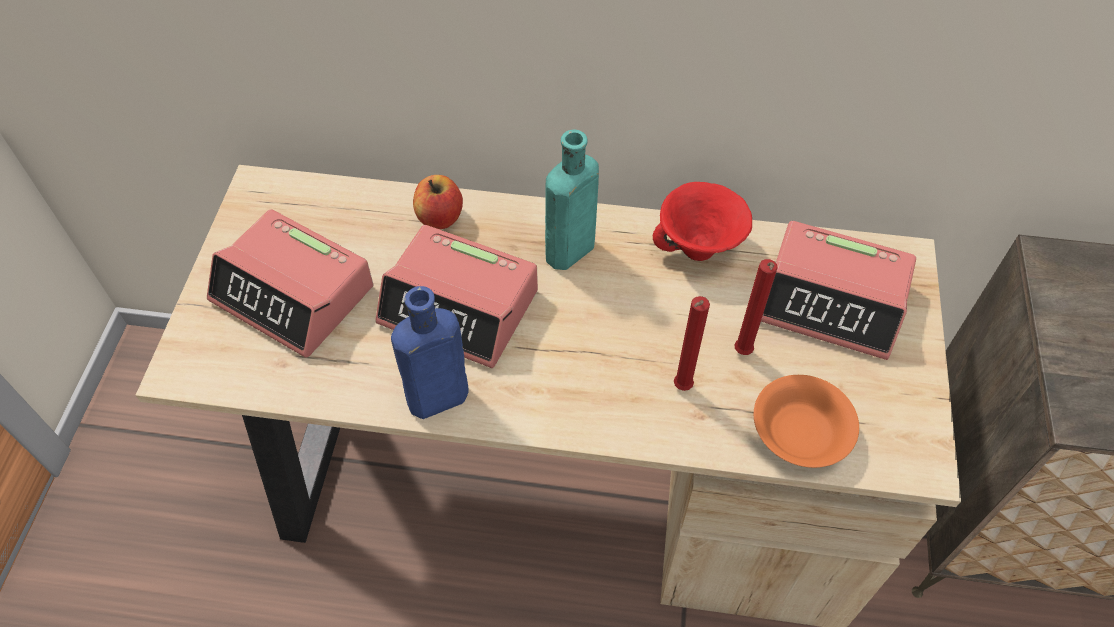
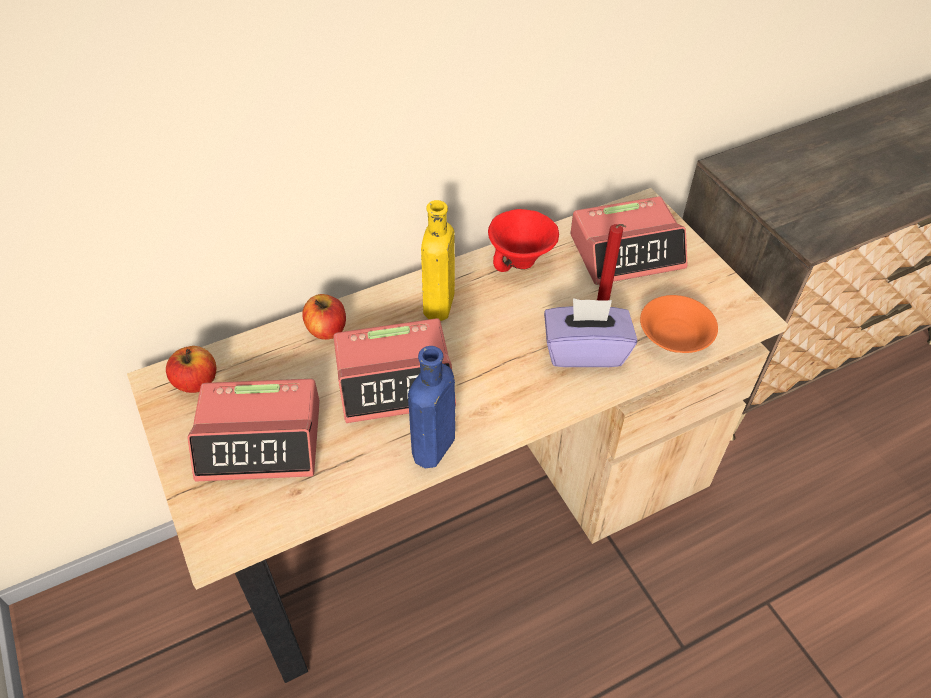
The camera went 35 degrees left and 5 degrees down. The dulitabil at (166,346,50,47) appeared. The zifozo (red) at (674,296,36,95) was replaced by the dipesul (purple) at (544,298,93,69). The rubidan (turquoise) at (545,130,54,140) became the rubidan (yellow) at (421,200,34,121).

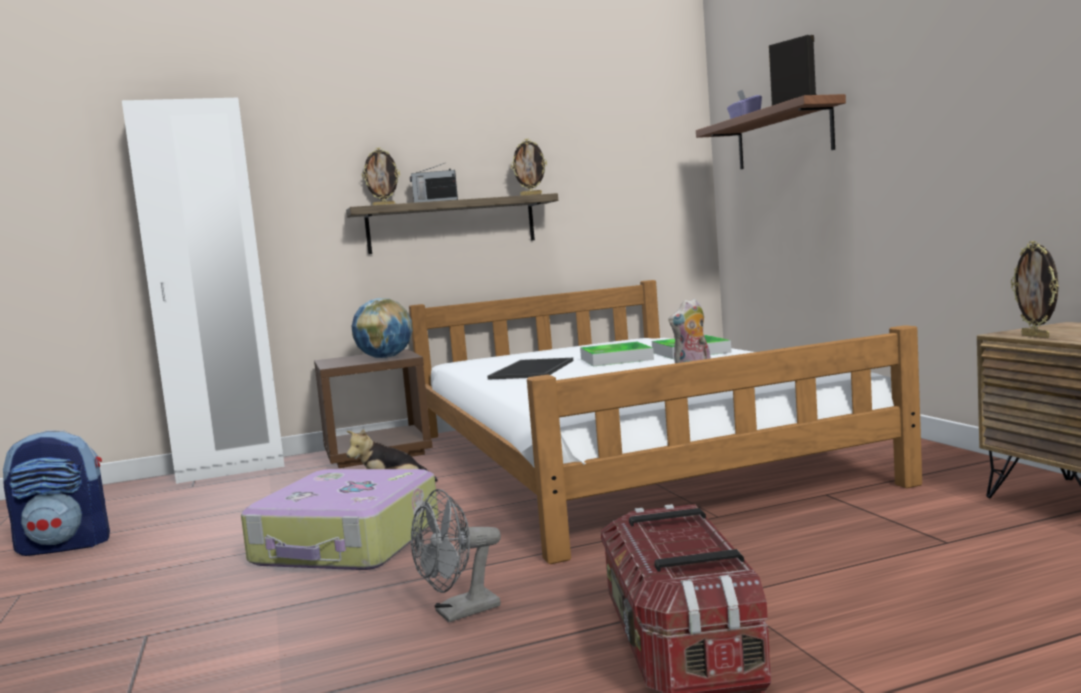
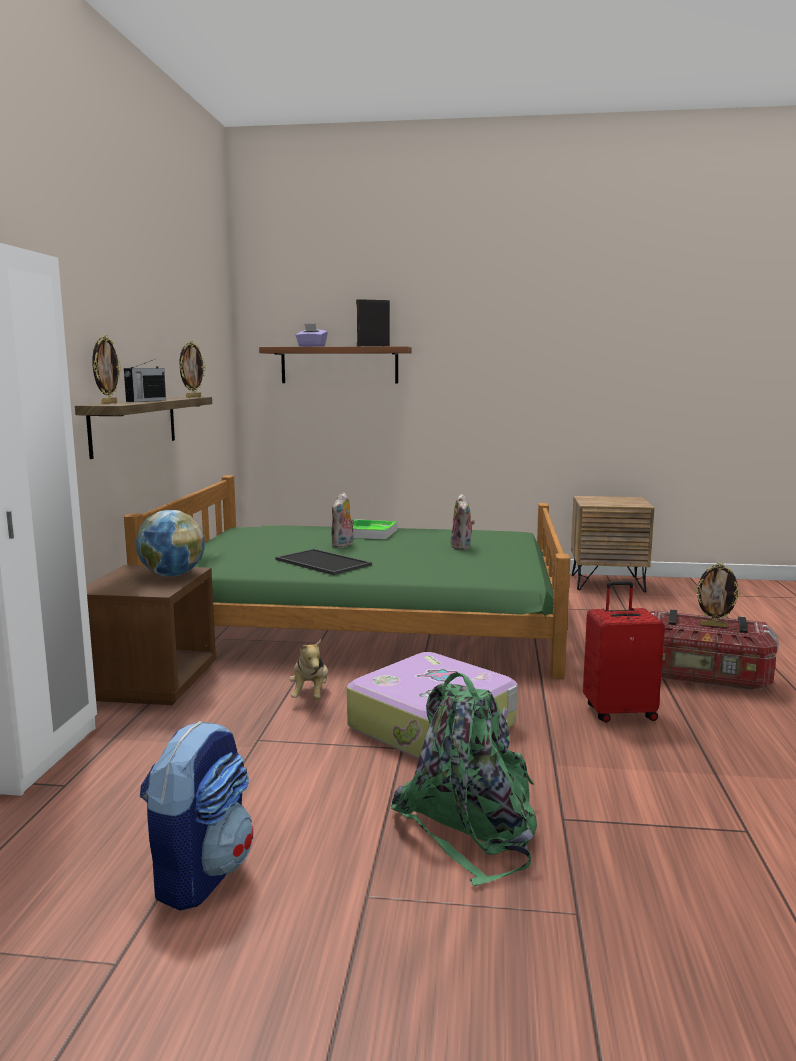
The camera went 65 degrees left and 5 degrees up. The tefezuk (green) at (391,672,146,214) appeared. The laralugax moved from (1011,241,48,97) to (695,563,46,64). The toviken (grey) at (411,489,90,133) was replaced by the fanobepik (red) at (583,581,82,142). The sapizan at (580,341,74,25) was replaced by the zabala at (331,493,23,55). The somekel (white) at (409,280,513,284) became the somekel (green) at (124,475,446,204).

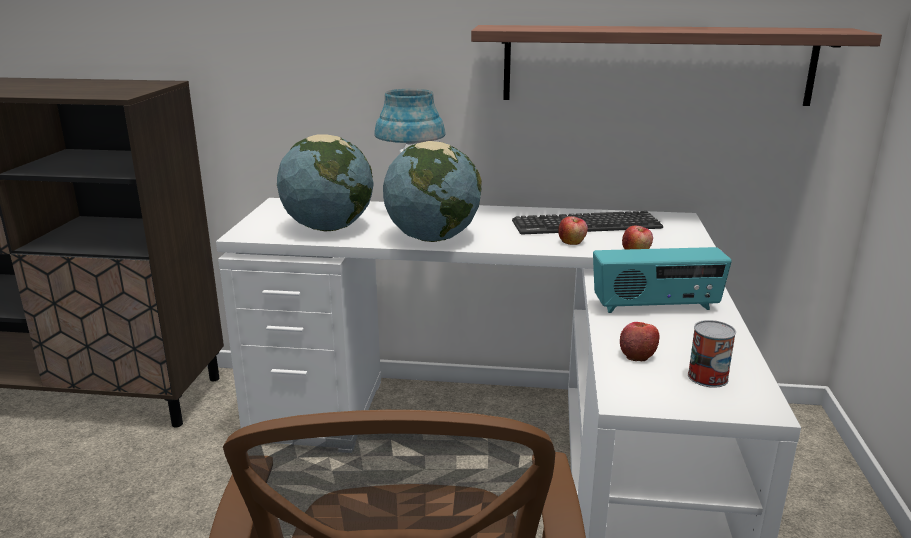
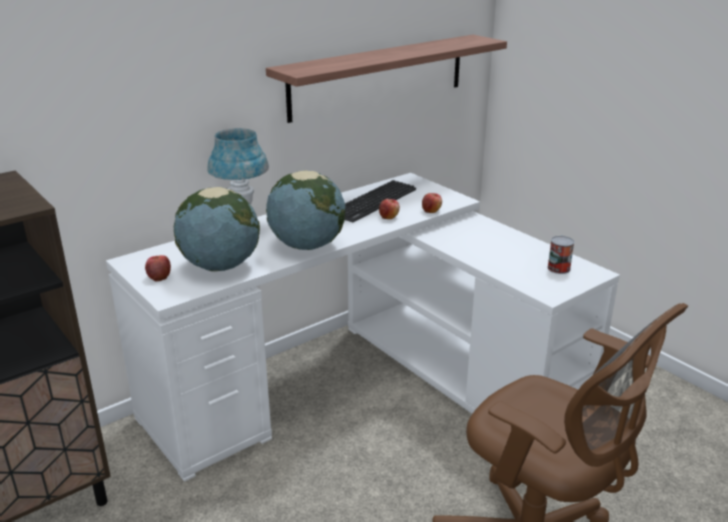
The camera went 45 degrees left and 5 degrees up. The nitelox at (593,247,139,66) disappeared. The dulitabil moved from (620,322,39,39) to (145,255,26,27).

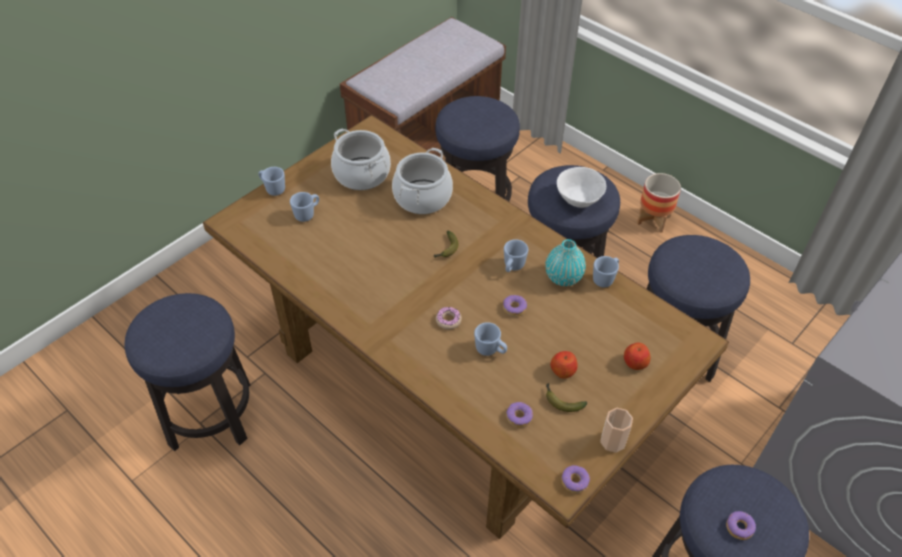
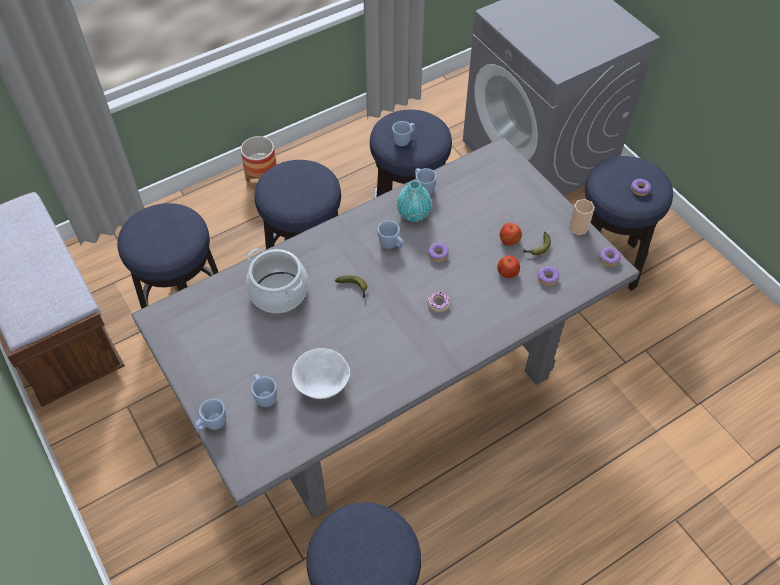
The camera went 75 degrees left and 5 degrees up. The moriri at (331,128,60,62) disappeared. The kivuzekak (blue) moved from (474,322,33,34) to (392,121,23,25). The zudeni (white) moved from (557,167,49,41) to (292,348,58,51). The dulitabil moved from (624,343,26,27) to (497,255,23,23). The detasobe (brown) at (203,115,526,424) became the detasobe (grey) at (132,137,508,381).

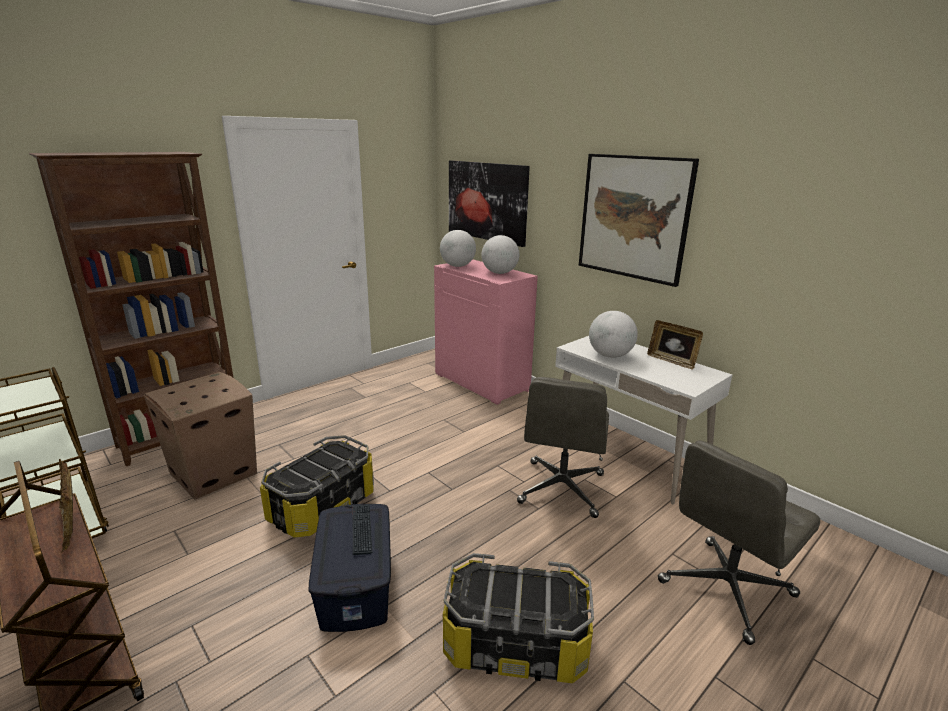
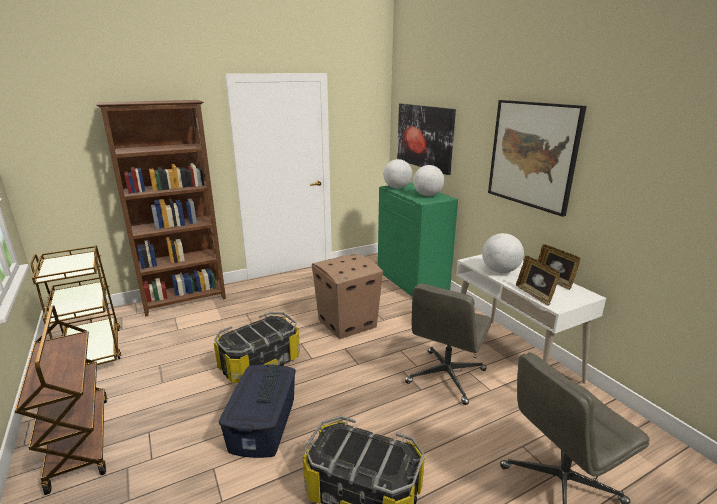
The camera went 15 degrees right and 0 degrees up. The laralugax moved from (59,459,14,93) to (516,256,44,50). The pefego moved from (144,372,113,128) to (312,253,71,86). The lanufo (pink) at (434,259,104,146) became the lanufo (green) at (378,182,80,114).

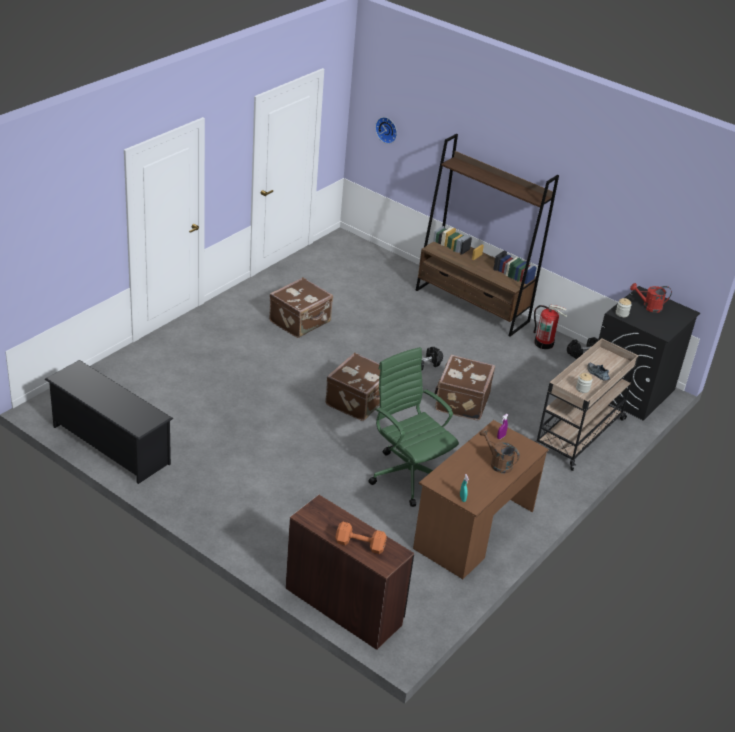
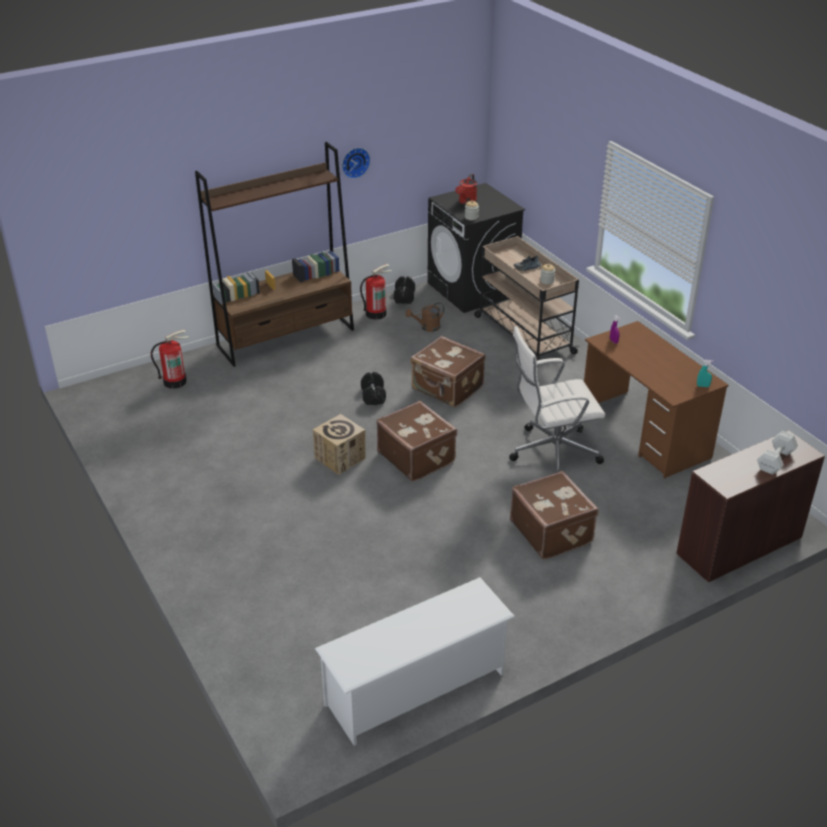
The camera went 65 degrees left and 0 degrees up. The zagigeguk at (151,330,38,59) appeared. The pefego at (313,414,53,61) appeared. The fanobepik (brown) moved from (269,277,64,61) to (510,471,89,89). The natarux moved from (375,117,22,27) to (342,148,29,31). The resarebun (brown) moved from (479,429,41,44) to (405,302,39,30). The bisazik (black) at (44,360,129,124) became the bisazik (white) at (315,577,200,169). The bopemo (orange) at (335,522,52,32) became the bopemo (white) at (757,431,41,44). The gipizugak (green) at (368,347,91,160) became the gipizugak (white) at (509,326,96,147).

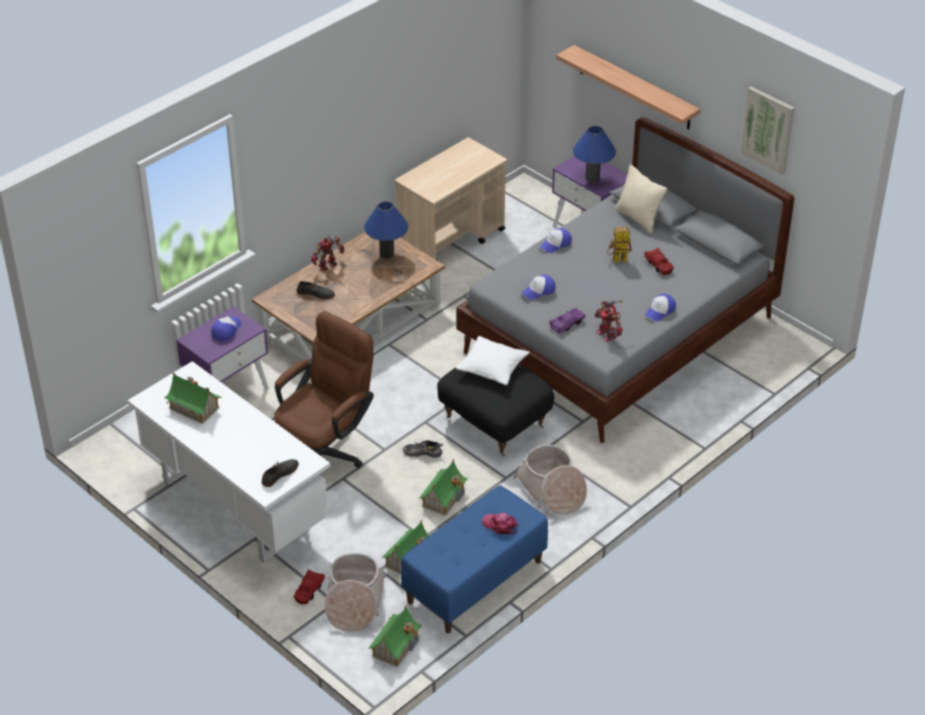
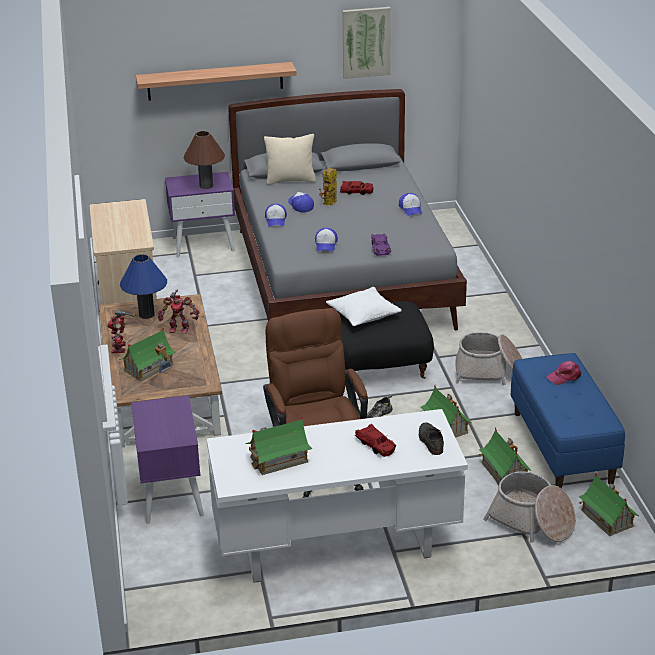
The camera went 55 degrees left and 10 degrees down. The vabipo moved from (211,316,31,25) to (288,192,26,20). The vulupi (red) moved from (294,570,31,34) to (355,424,41,33). The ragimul moved from (595,300,28,42) to (158,289,42,44). The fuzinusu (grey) at (297,281,38,18) was replaced by the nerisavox at (119,327,57,54). The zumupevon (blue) at (573,126,43,57) became the zumupevon (brown) at (184,131,41,58).

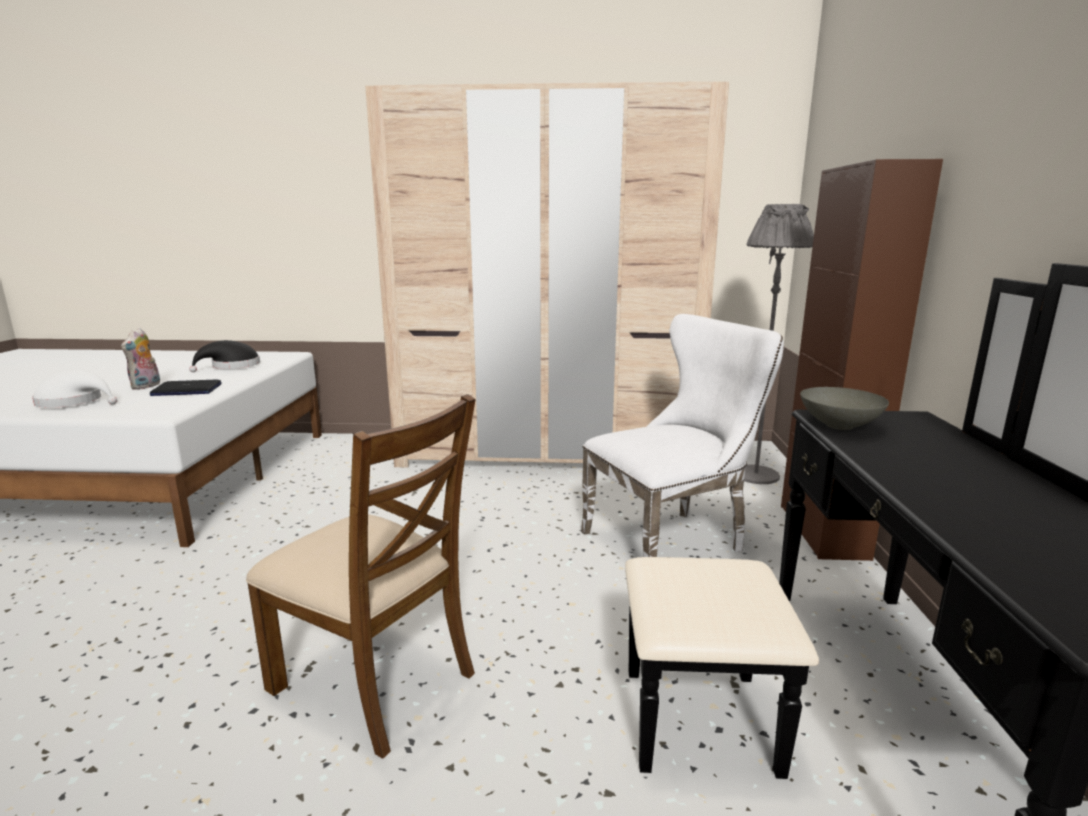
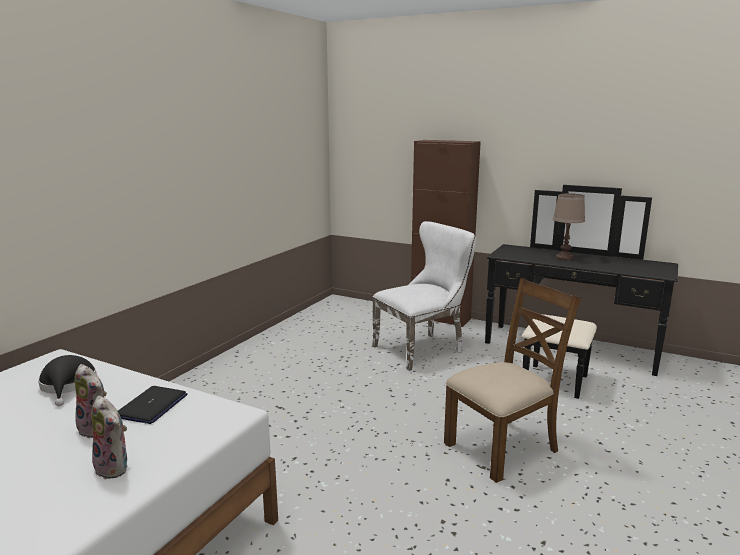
The camera went 65 degrees left and 0 degrees up. The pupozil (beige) at (365,82,364,386) disappeared. The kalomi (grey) at (744,204,70,280) disappeared. The zudeni (grey) at (800,387,89,43) disappeared. The zumupevon (brown) at (553,193,32,67) appeared. The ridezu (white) at (32,370,85,38) was replaced by the zabala at (91,396,36,83). The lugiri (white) at (581,314,203,243) turned 60 degrees clockwise.

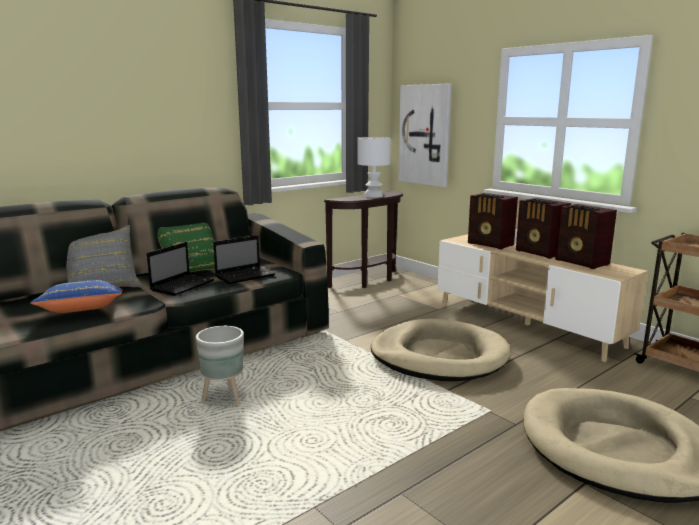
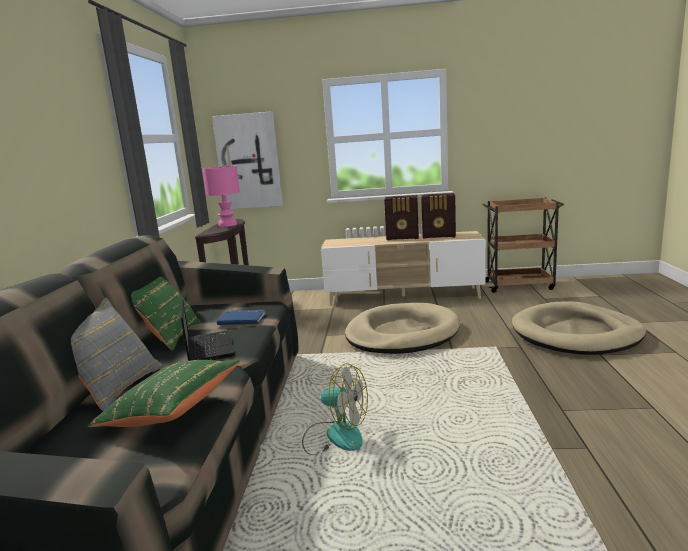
The camera went 45 degrees left and 0 degrees up. The nitelox at (468,193,50,57) disappeared. The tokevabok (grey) at (196,326,48,79) was replaced by the toviken at (302,363,66,92). The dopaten at (213,235,62,49) was replaced by the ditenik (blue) at (217,310,49,15). The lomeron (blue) at (30,280,93,33) became the lomeron (green) at (88,360,152,67). The zumupevon (white) at (357,137,34,61) became the zumupevon (pink) at (203,166,37,61).

